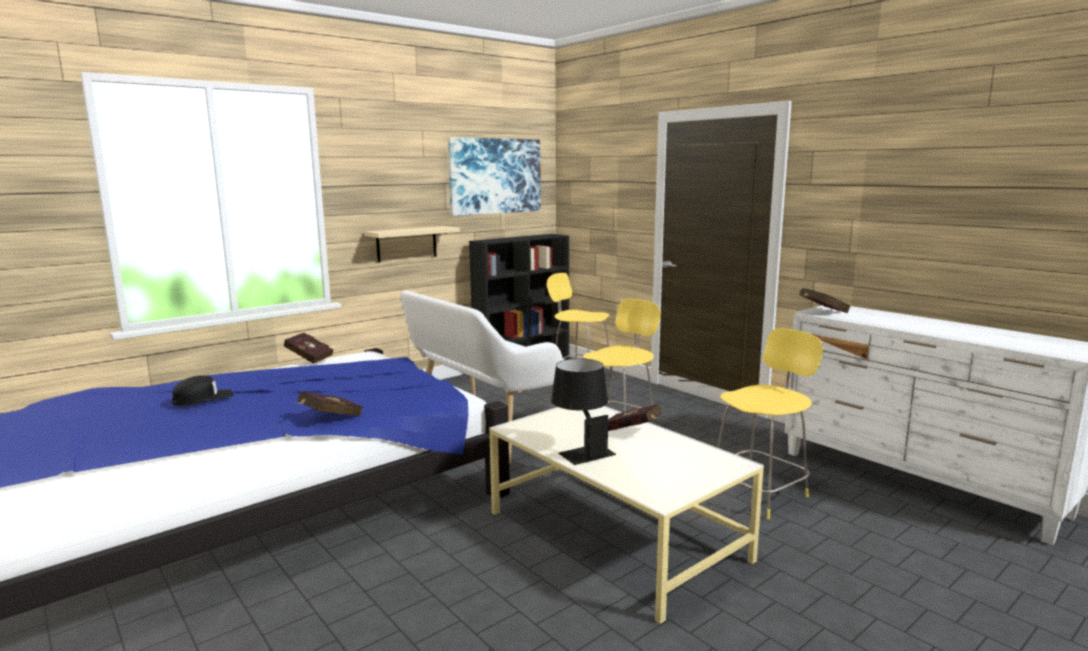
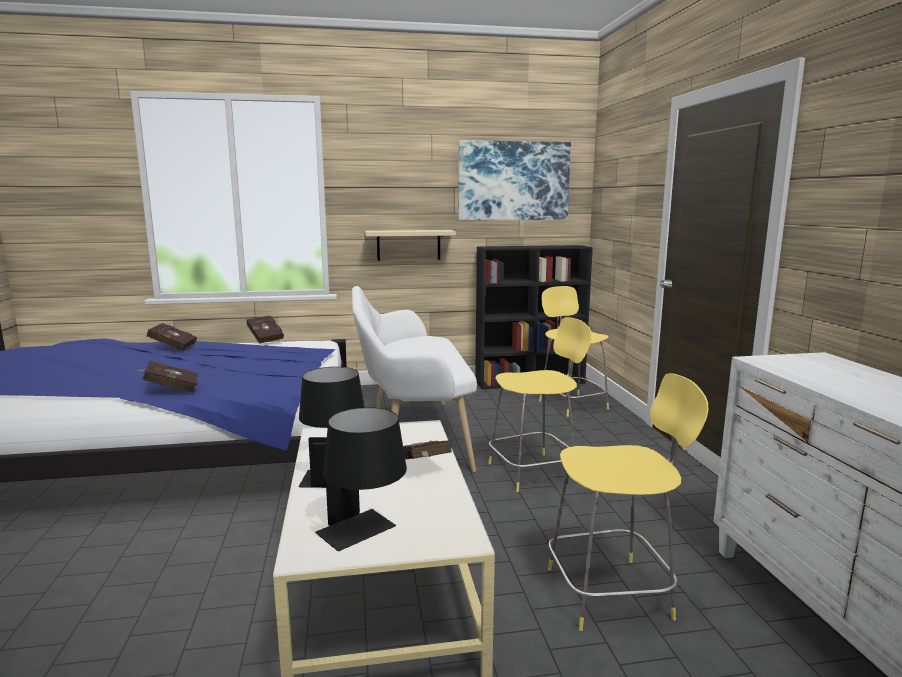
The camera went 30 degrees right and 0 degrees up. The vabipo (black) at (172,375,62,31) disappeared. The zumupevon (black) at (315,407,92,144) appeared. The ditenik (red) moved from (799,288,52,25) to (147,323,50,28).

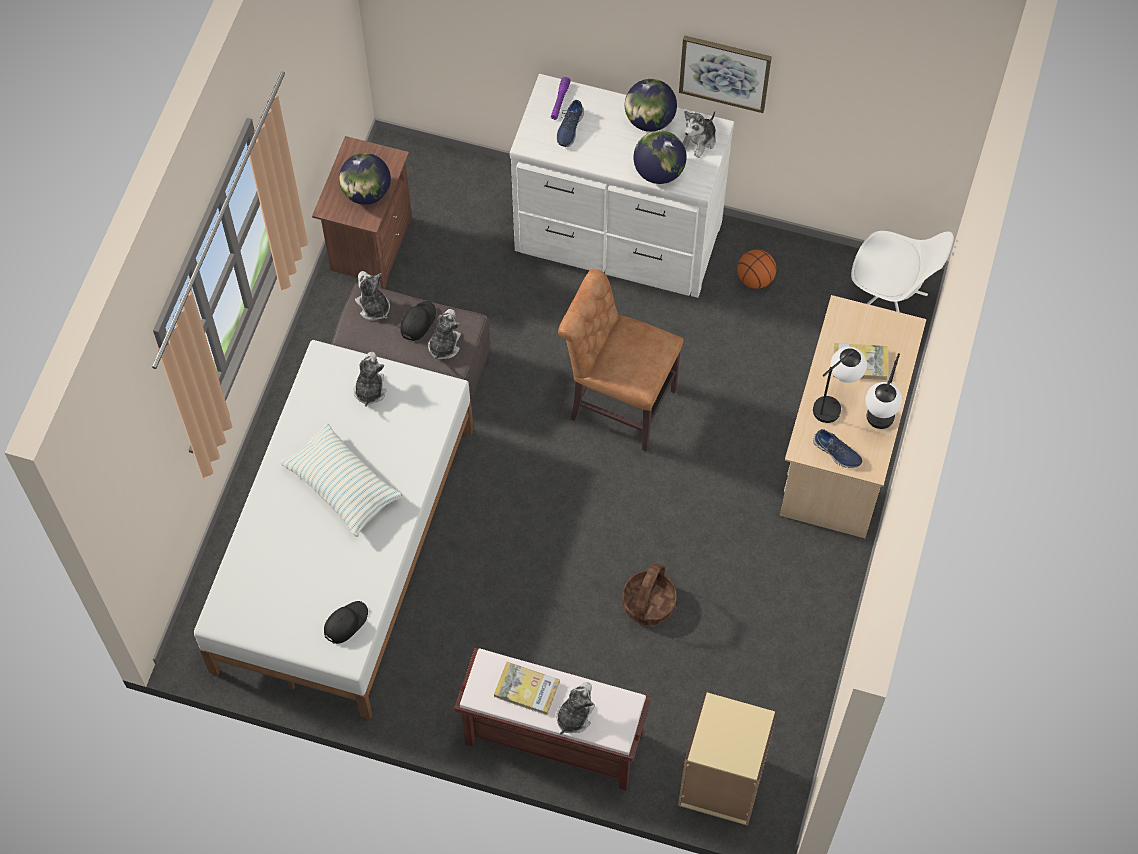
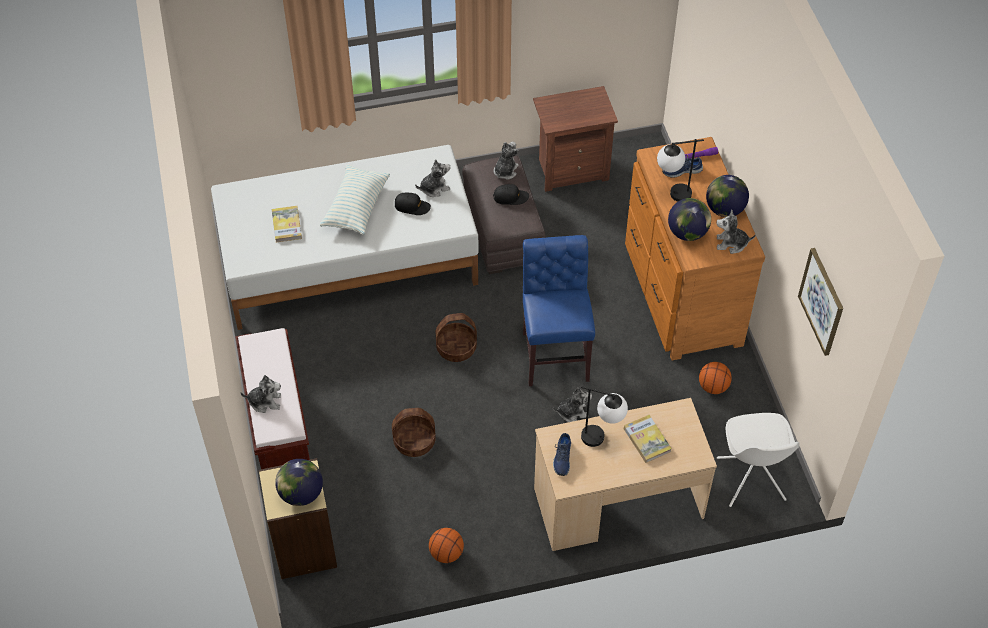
The camera went 60 degrees right and 10 degrees down. The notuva at (429,528,35,35) appeared. The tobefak at (435,313,42,49) appeared. The vabipo (black) moved from (324,601,44,43) to (395,193,36,22). The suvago moved from (339,153,52,52) to (275,459,48,47). The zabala moved from (428,309,33,52) to (553,387,39,35). The ditenik moved from (494,662,66,53) to (272,206,30,37). The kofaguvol moved from (679,35,93,78) to (798,248,45,108). The zumupevon moved from (865,353,37,76) to (657,139,47,63). The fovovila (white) at (510,74,224,224) became the fovovila (brown) at (625,137,140,223). The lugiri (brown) at (558,269,125,182) became the lugiri (blue) at (523,235,72,151).

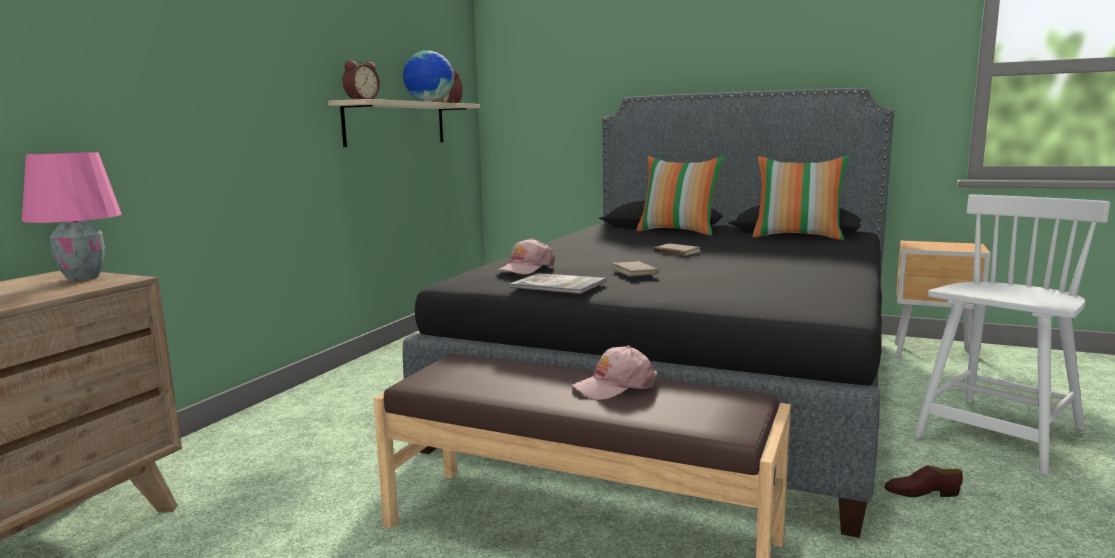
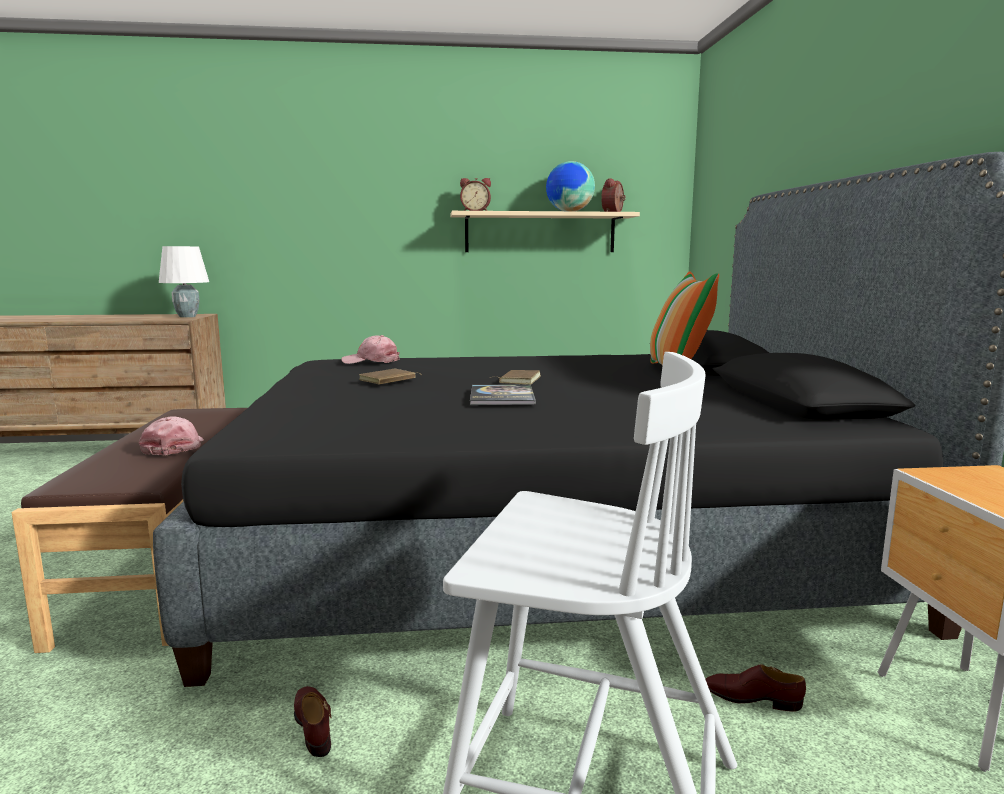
The camera went 60 degrees right and 0 degrees up. The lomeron at (753,155,96,85) disappeared. The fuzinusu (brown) at (705,664,101,48) appeared. The ditenik moved from (509,273,98,21) to (470,385,66,20). The zumupevon (pink) at (22,152,100,129) became the zumupevon (white) at (159,246,50,72). The vabipo (pink) at (571,346,86,54) turned 45 degrees clockwise.

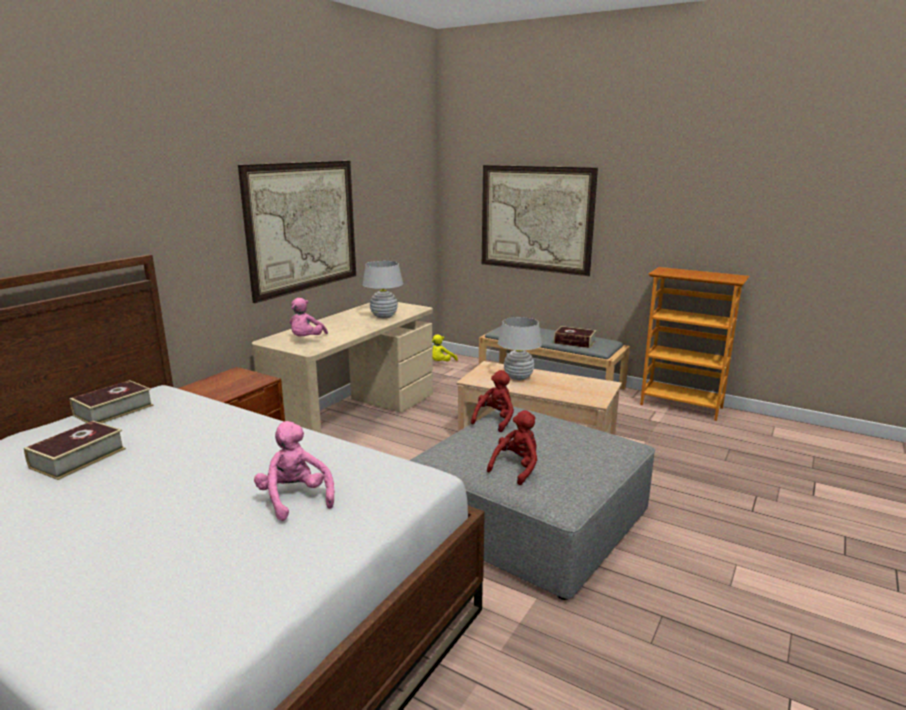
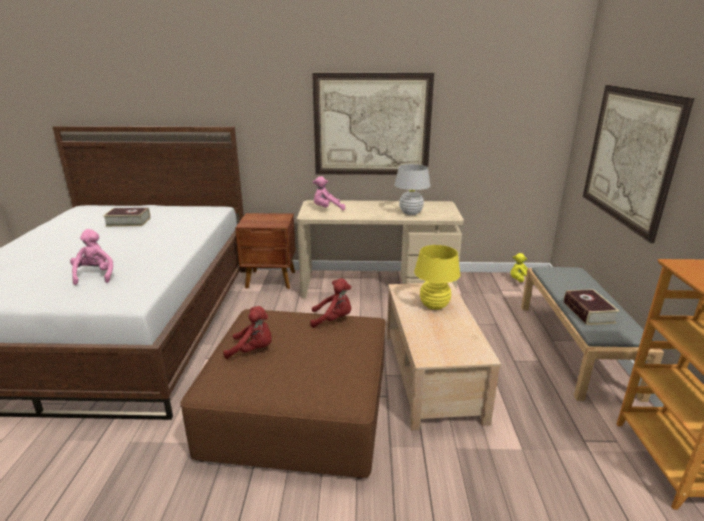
The camera went 60 degrees right and 5 degrees up. The ditenik at (69,380,84,43) disappeared. The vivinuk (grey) at (409,406,246,194) became the vivinuk (brown) at (180,309,206,170). The zumupevon (white) at (498,317,44,63) became the zumupevon (yellow) at (414,245,46,65). The zabala (pink) at (254,421,80,100) turned 45 degrees counterclockwise.

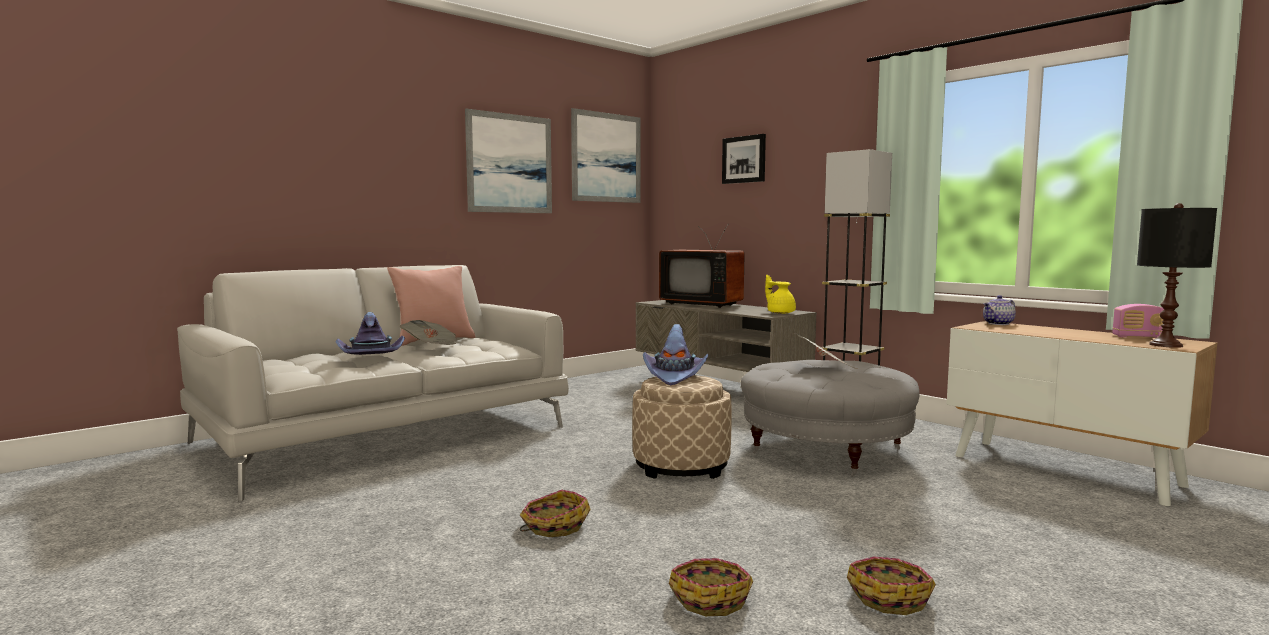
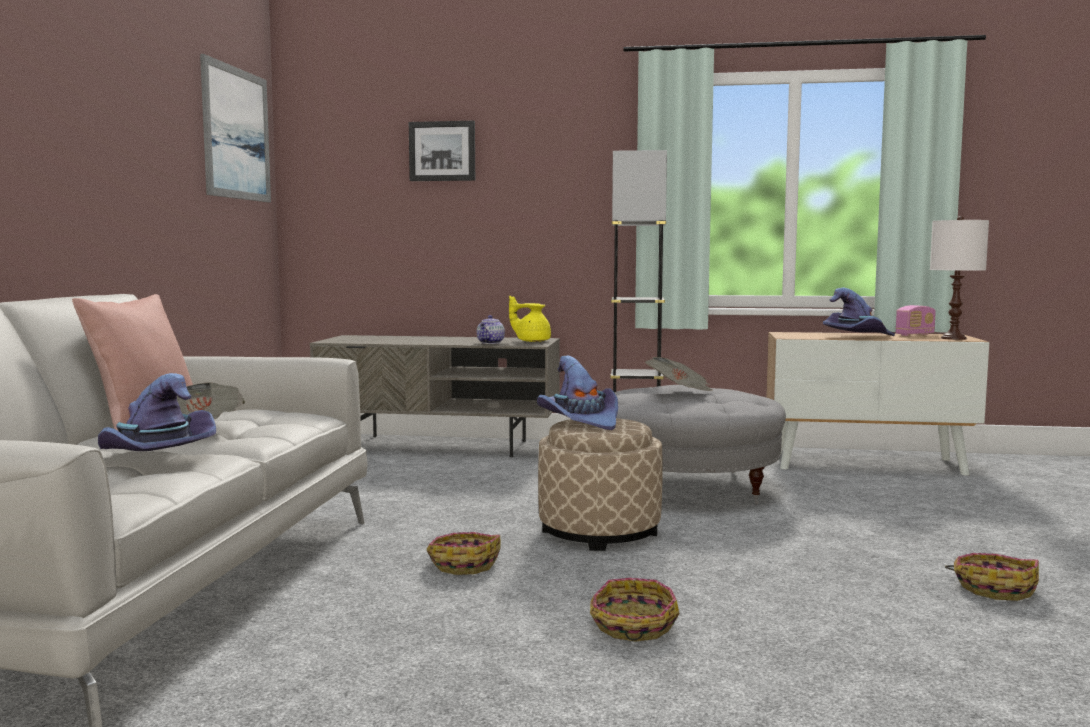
The camera went 40 degrees left and 0 degrees up. The kofaguvol at (465,109,87,104) disappeared. The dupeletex at (659,223,86,85) disappeared. The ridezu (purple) at (823,288,72,48) appeared. The tobefak moved from (669,558,84,58) to (426,532,75,43). The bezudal moved from (983,295,33,30) to (477,315,28,29). The zumupevon (black) at (1137,203,80,145) became the zumupevon (white) at (930,216,59,124).

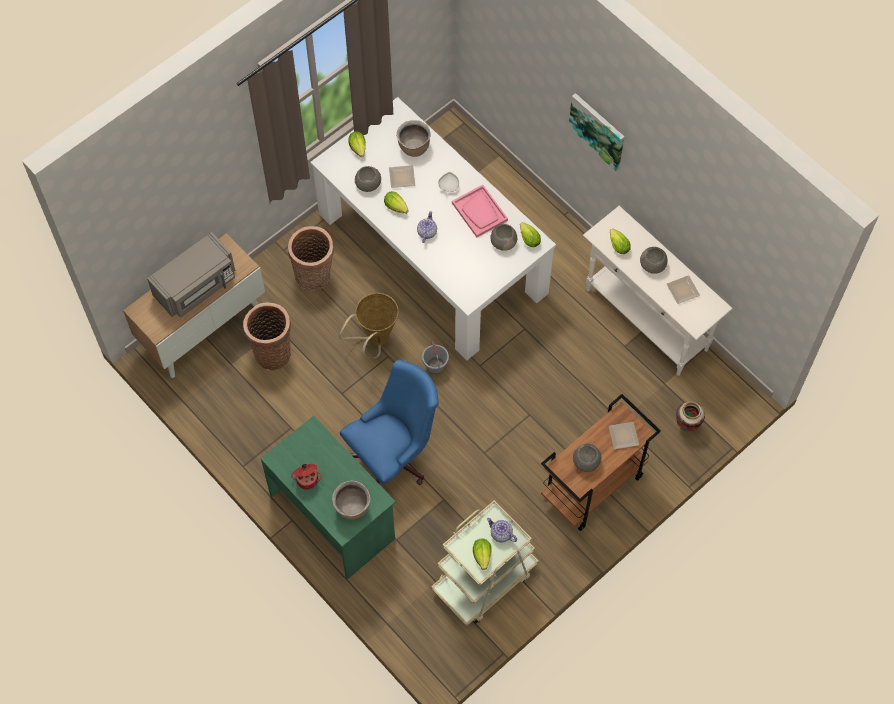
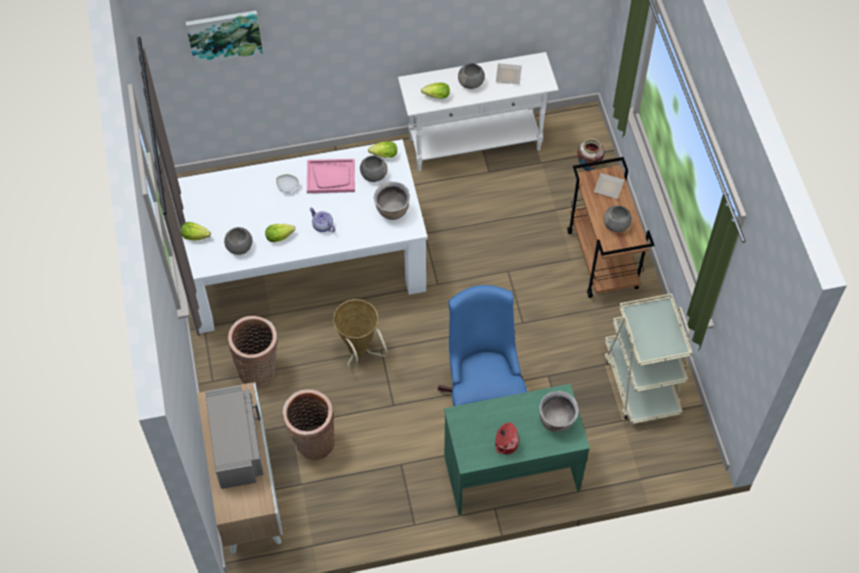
The camera went 60 degrees left and 5 degrees down. The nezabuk at (389,165,26,23) disappeared. The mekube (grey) at (422,341,27,33) disappeared. The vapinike at (473,538,19,32) disappeared. The bezudal at (487,518,30,24) disappeared. The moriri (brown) moved from (396,120,35,37) to (374,182,36,38). The kofaguvol moved from (568,93,57,79) to (186,11,77,54).

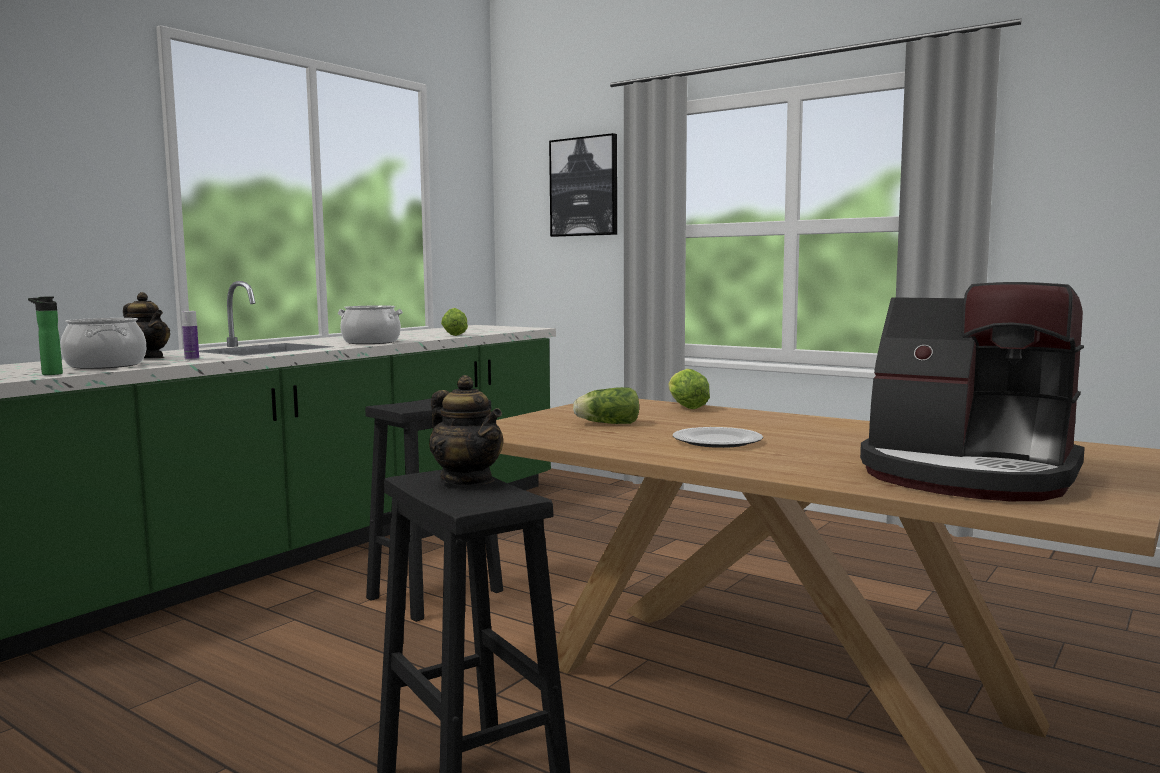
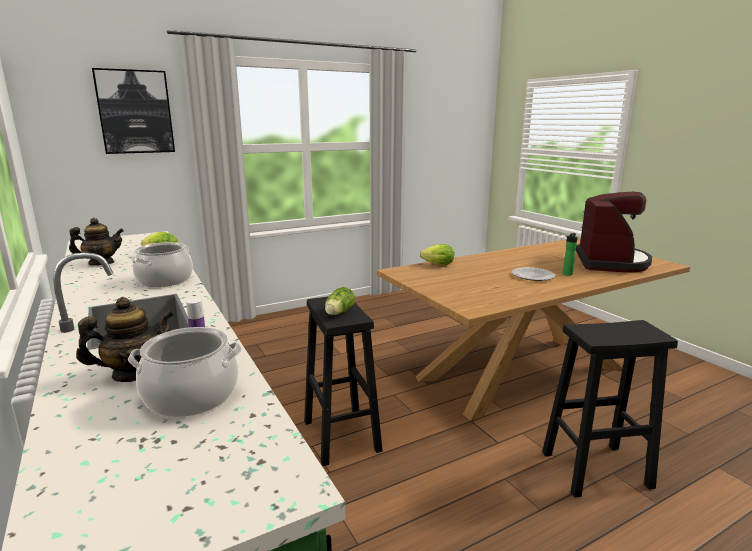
The camera went 65 degrees left and 10 degrees up. The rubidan moved from (28,296,35,79) to (563,233,15,43). The bezudal moved from (429,375,74,110) to (69,218,55,48). The vapinike moved from (573,387,66,37) to (325,287,30,28). The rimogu at (860,282,225,219) turned 45 degrees counterclockwise.

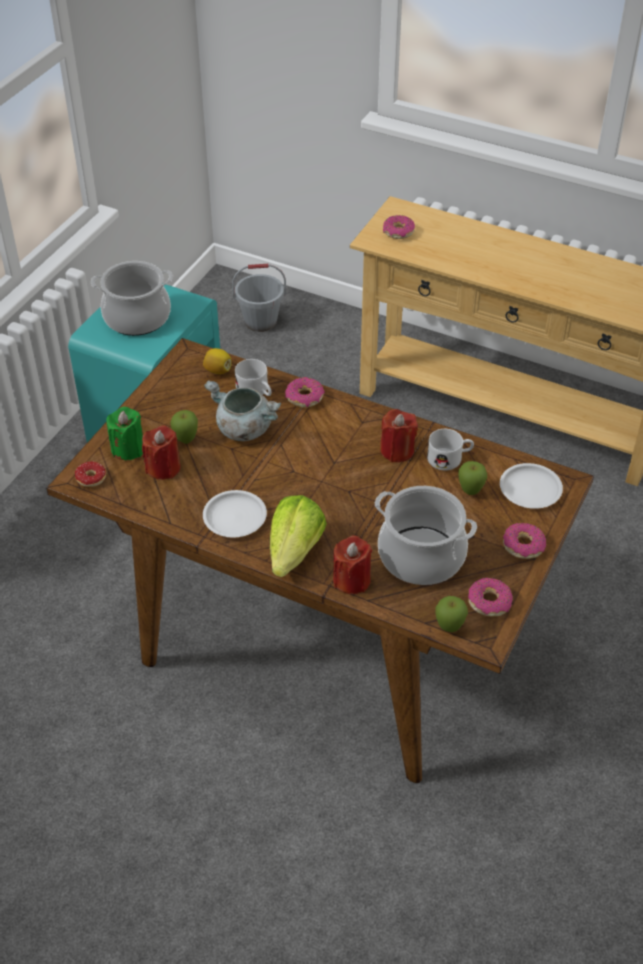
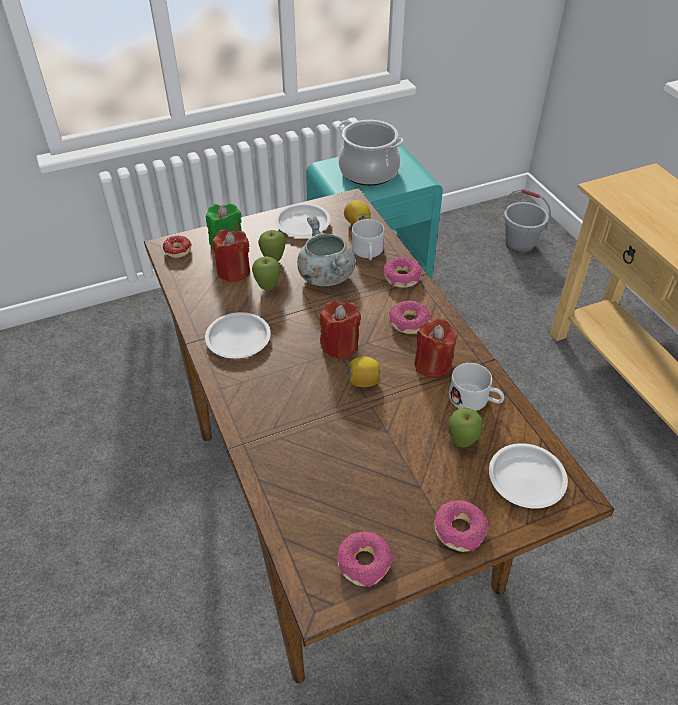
The camera went 40 degrees right and 0 degrees up. The vapinike at (270,495,57,82) disappeared. The moriri at (375,486,102,99) disappeared. The nezabuk (white) at (275,204,55,33) appeared. The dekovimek at (350,356,31,31) appeared. The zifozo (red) moved from (333,535,39,59) to (320,301,41,58). The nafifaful moved from (383,215,32,24) to (389,300,42,34). The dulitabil moved from (435,596,33,36) to (252,257,29,34).

